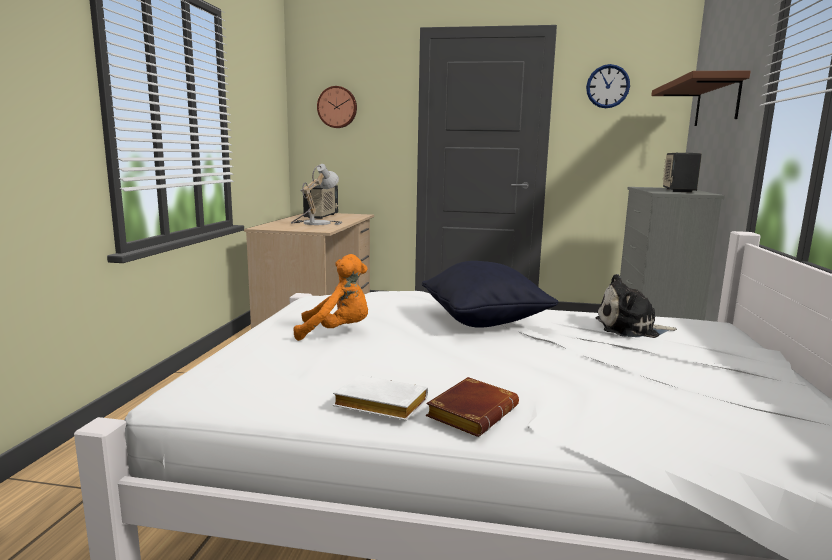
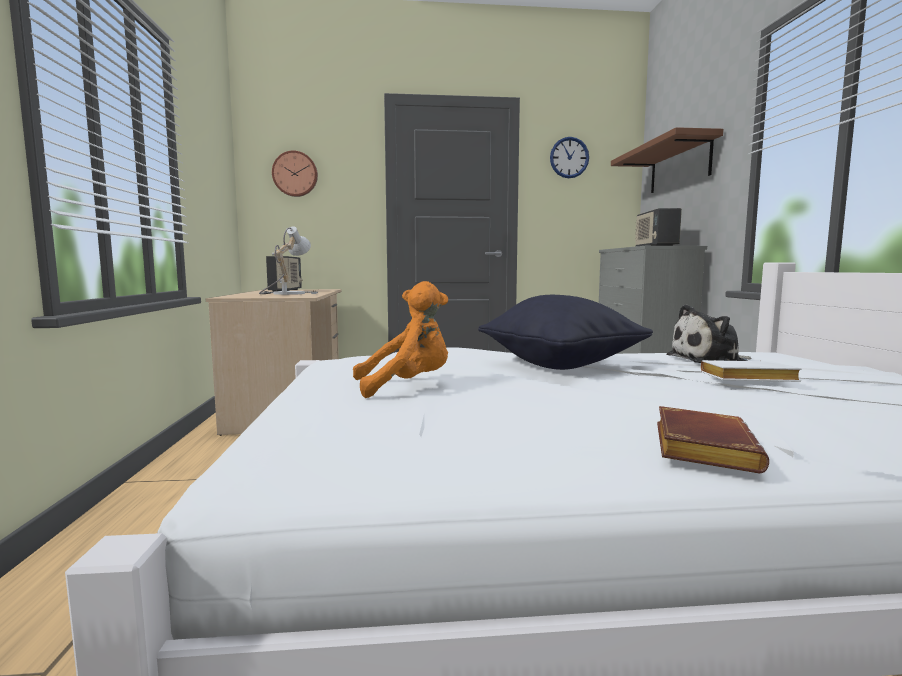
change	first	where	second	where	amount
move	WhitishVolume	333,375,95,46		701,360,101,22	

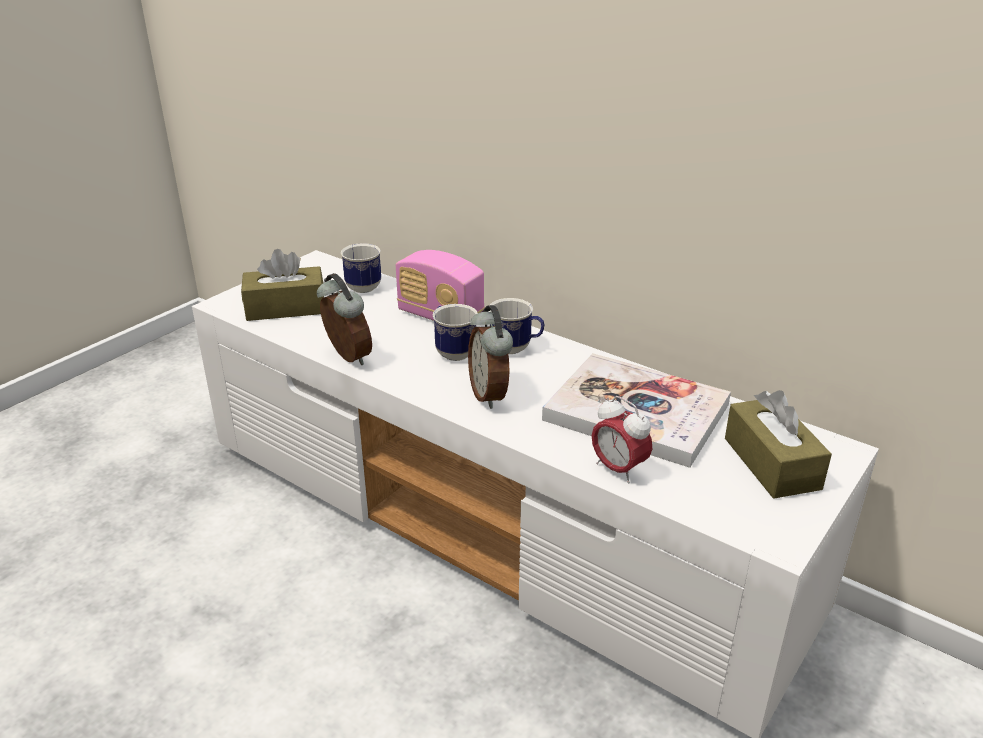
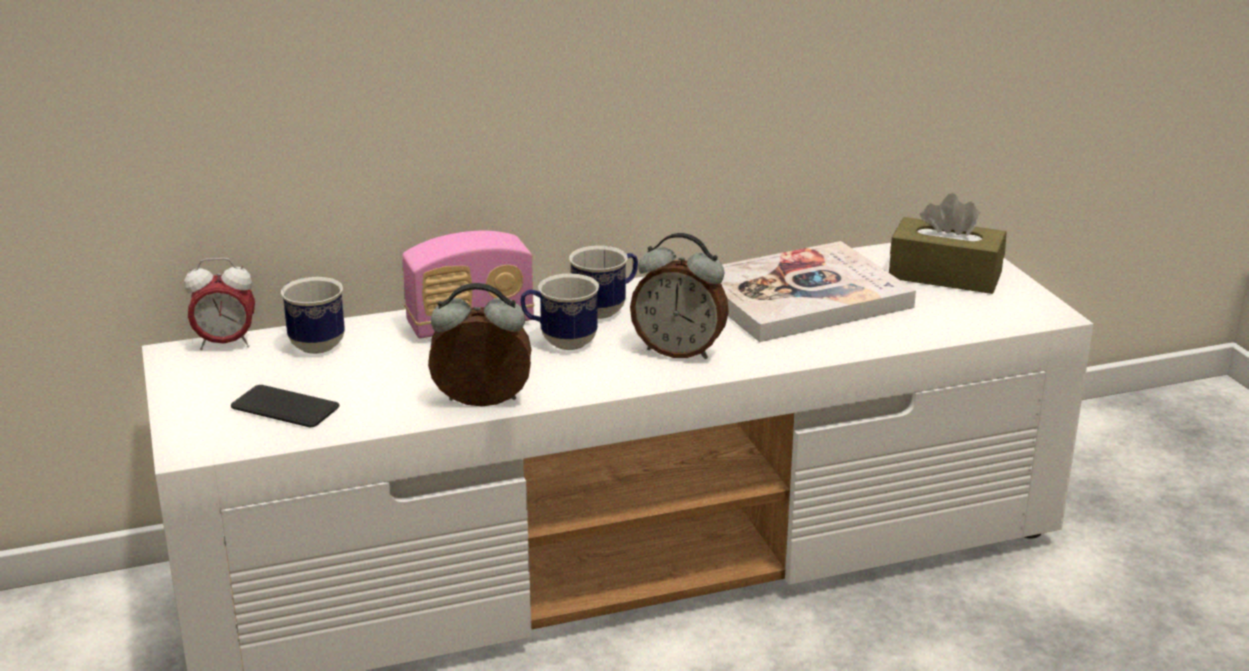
change	first	where	second	where	amount
replace	BrownishTissueBox	241,249,83,72	Telephone	231,385,108,42	
move	TableClock	592,396,60,88		184,258,71,92	

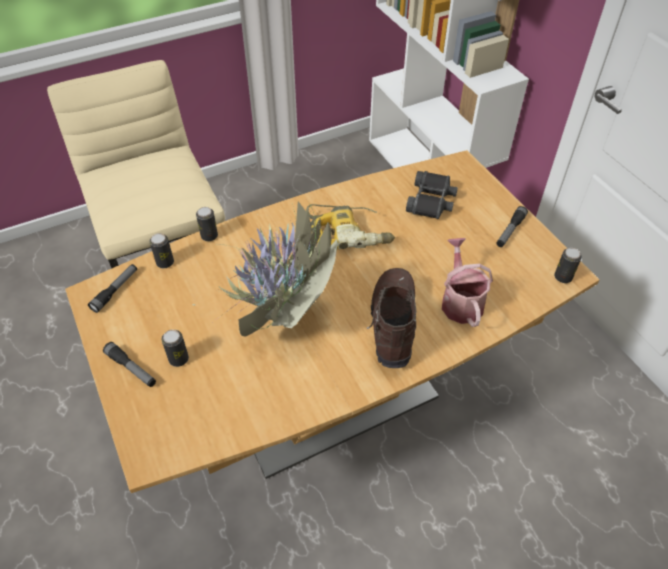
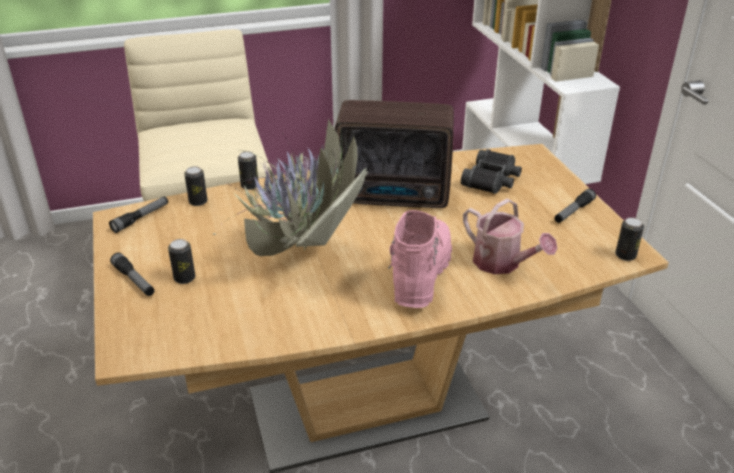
change	first	where	second	where	amount
replace	PowerDrill	306,204,89,46	RadioReceiver	335,100,119,108	
rotate	WateringPot	442,238,51,89		463,199,95,75	135 degrees clockwise
recolor	BrownishHighTopBoot	367,268,50,100	PinkHighTopBoot	388,210,64,98	

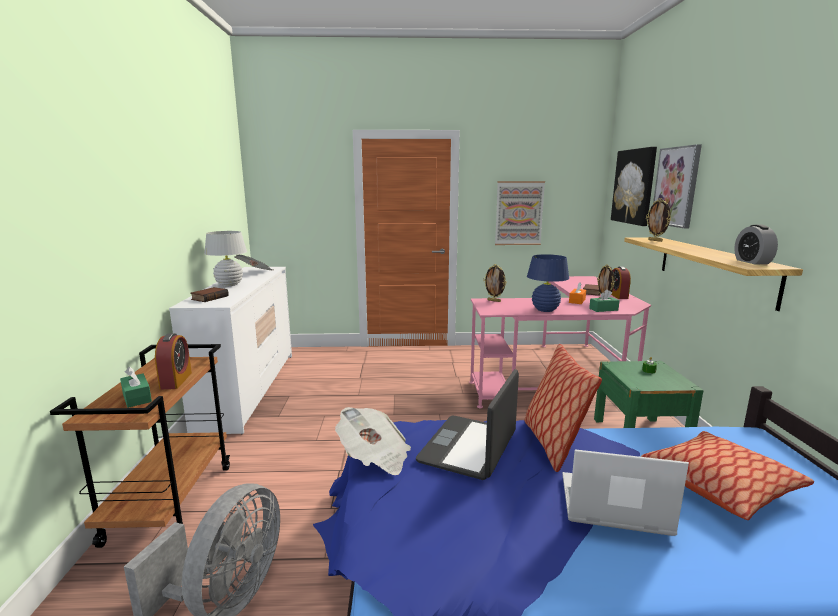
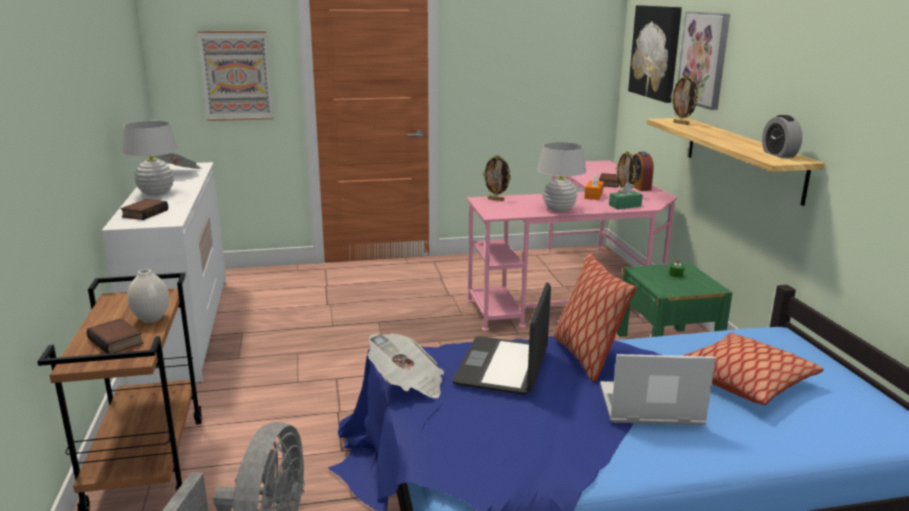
change	first	where	second	where	amount
move	Picture	495,181,50,64		198,31,75,90	
recolor	BlueColouredTableLamp	527,254,42,58	WhitishTableLamp	537,142,49,70	
replace	TableClock	155,333,37,57	WhitishVase	127,269,42,54	
replace	GreenColouredTissueBox	120,367,32,41	Volume	87,318,57,36	

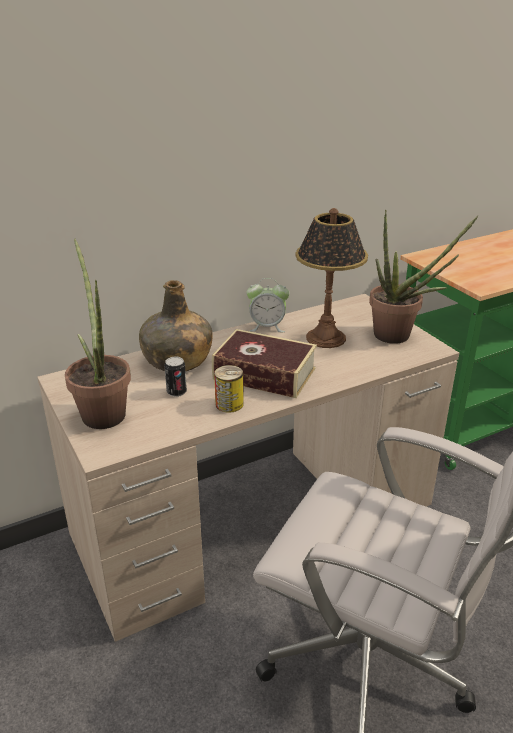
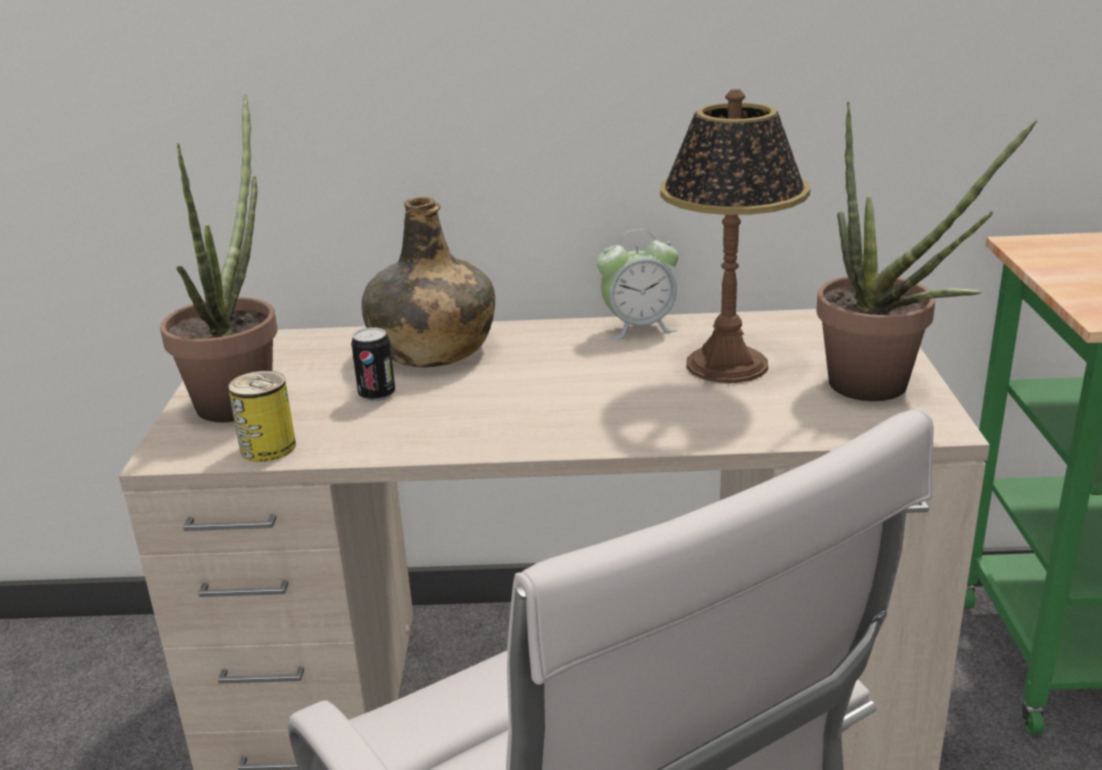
change	first	where	second	where	amount
rotate	TableClock	246,278,43,54		597,230,82,110	45 degrees counterclockwise
delete	Volume	212,329,105,69			
move	Can	214,365,30,48		228,371,68,91	

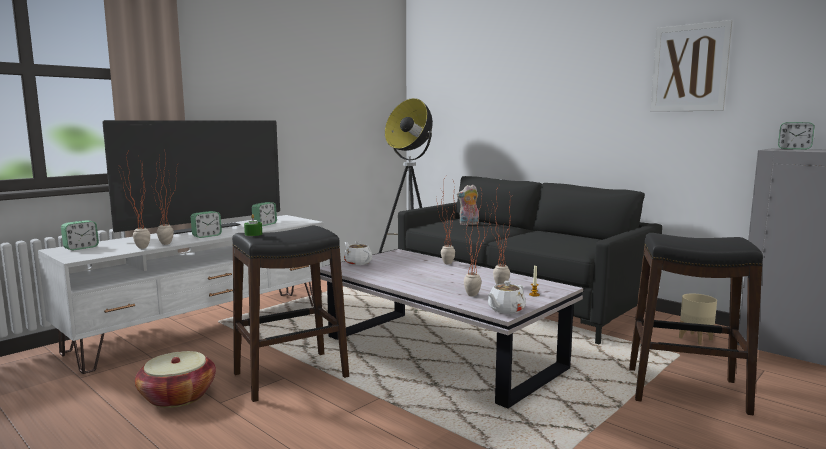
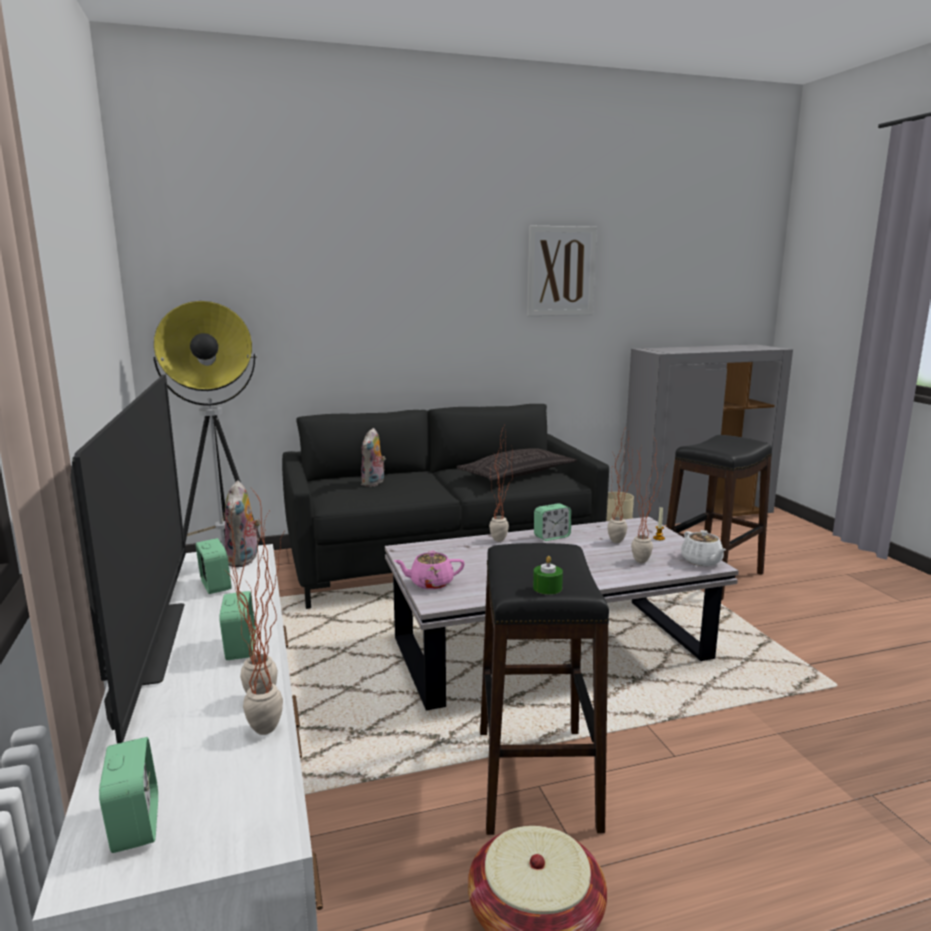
change	first	where	second	where	amount
move	TableClock	778,122,37,28		534,503,37,38	
recolor	WhitishTeapot	344,241,28,24	PinkTeapot	394,550,71,40	
insert			Cushion	456,448,121,33	
insert			PlushToy	224,480,37,87	

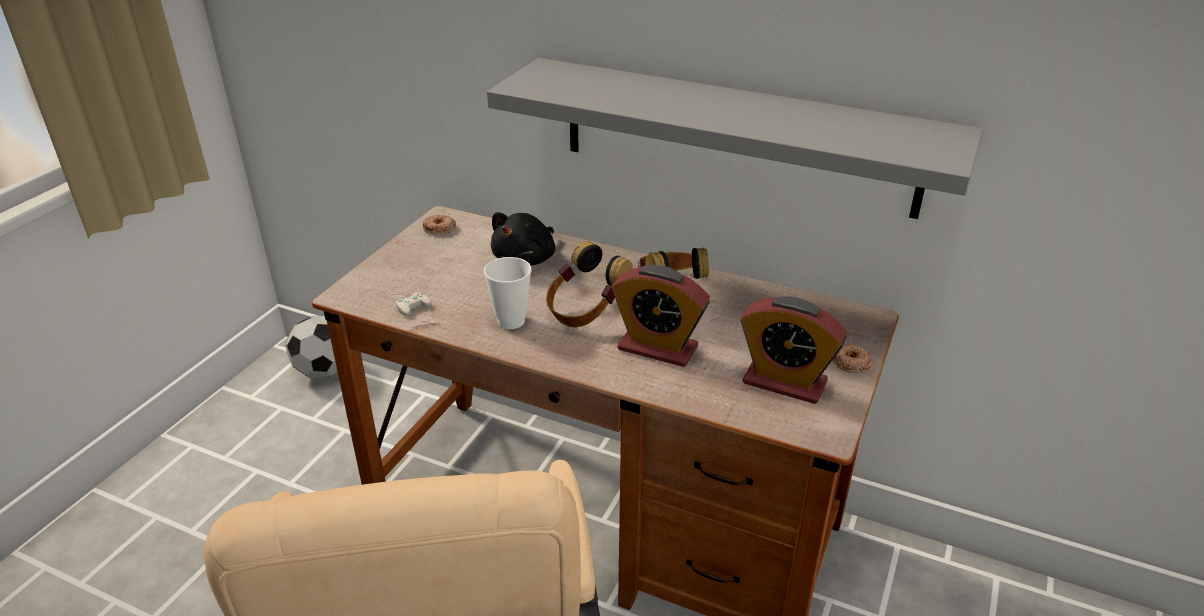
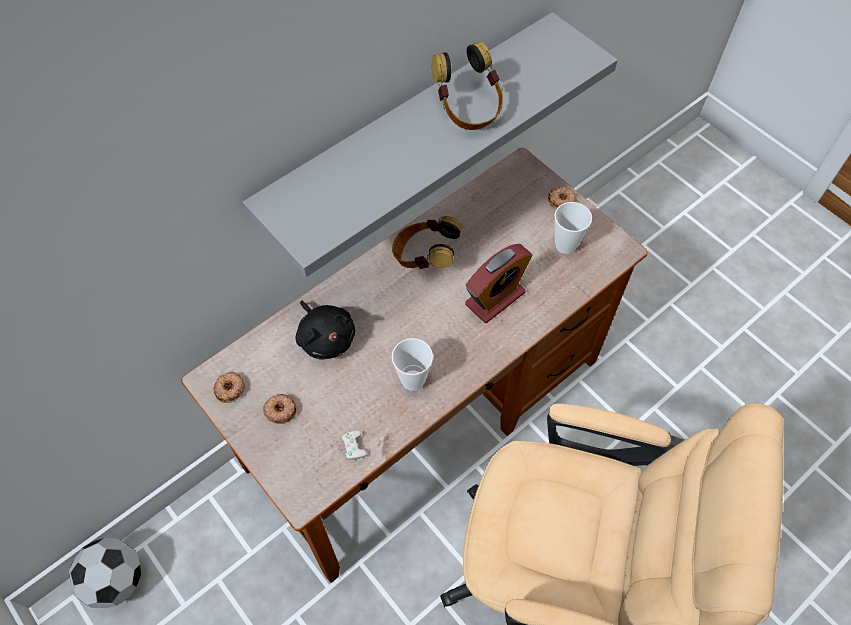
change	first	where	second	where	amount
move	PairOfHeadphones	546,241,87,86		432,42,71,88	
replace	TableClock	740,296,107,108	SmallCup	554,202,38,52	
insert			Donut	263,394,34,30	

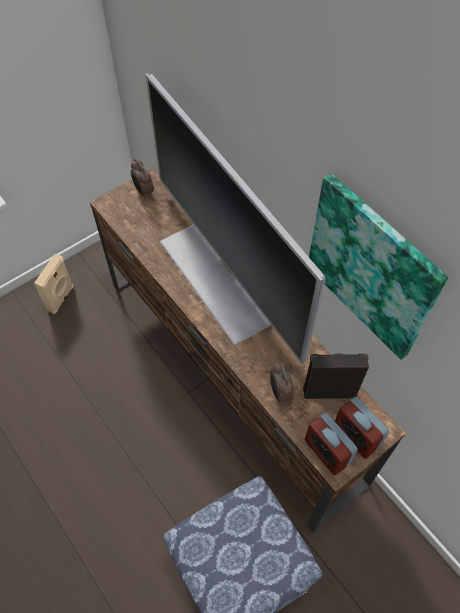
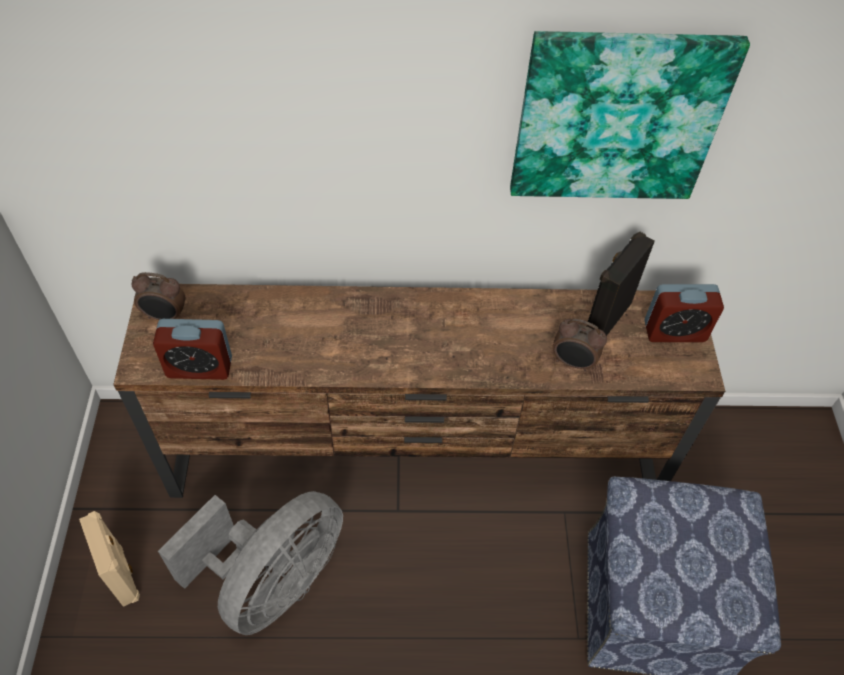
change	first	where	second	where	amount
delete	TvSet	145,73,181,292			
move	TableClock	305,413,53,62		153,319,79,61	
insert			GreyishFan	158,491,185,144	

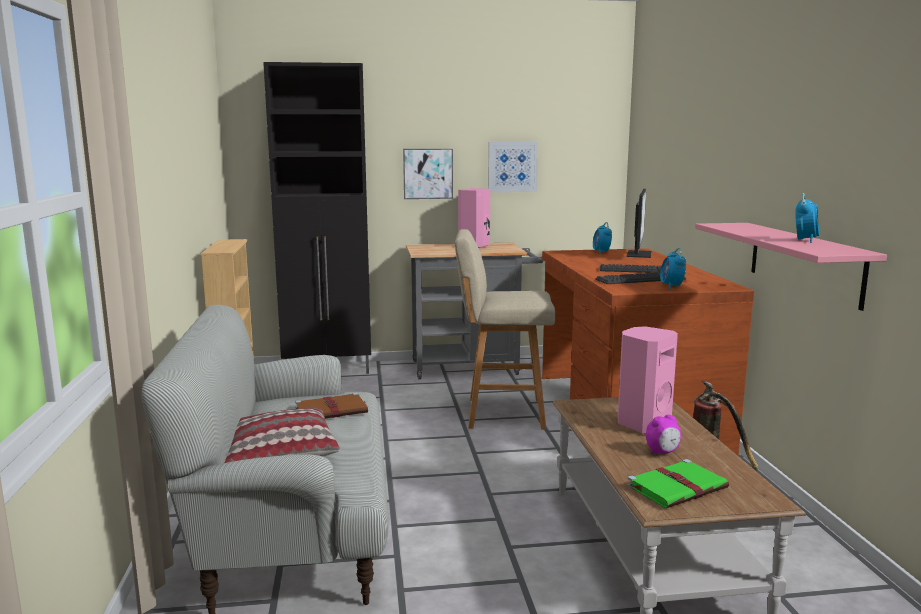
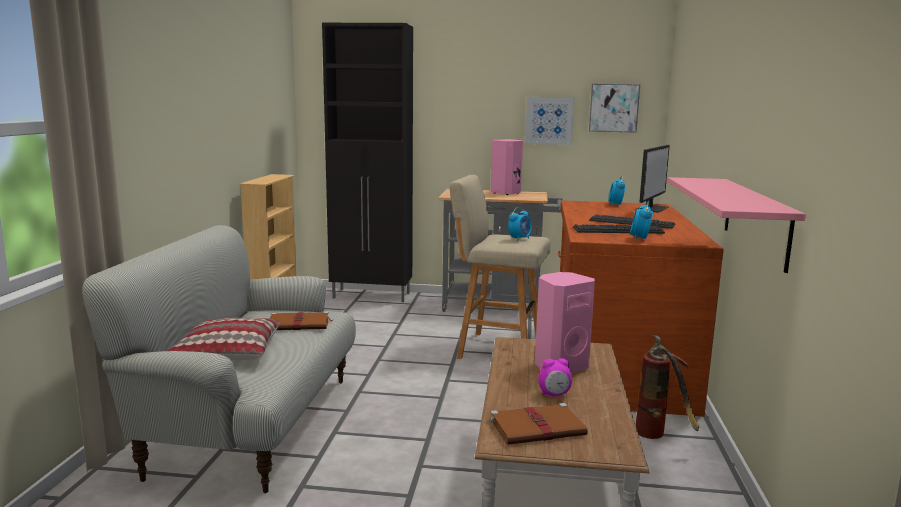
change	first	where	second	where	amount
move	Picture	403,149,50,50		589,84,51,49	
move	TableClock	795,193,24,50		508,207,24,34	
recolor	GreenColouredVolume	627,459,102,49	BrownishVolume	490,403,98,42	

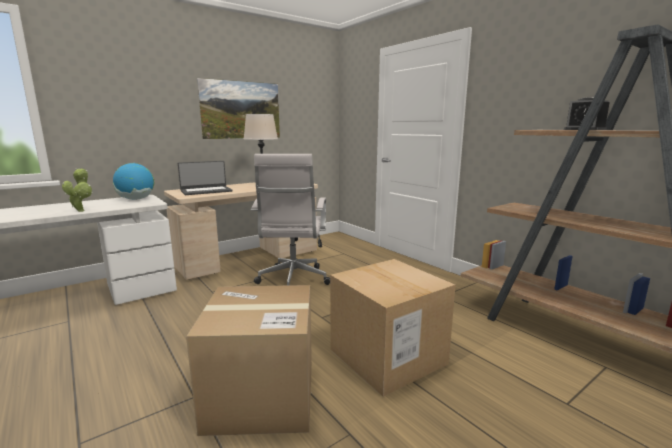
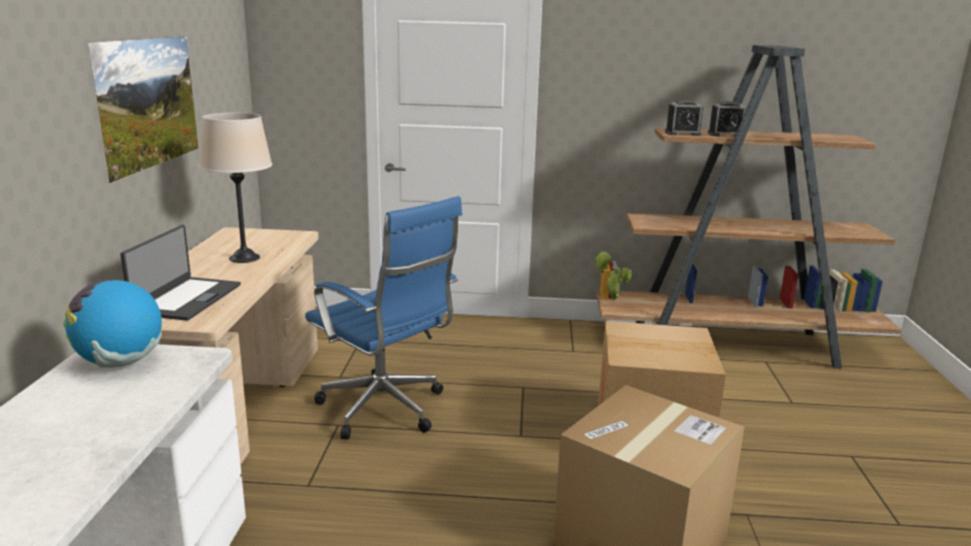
change	first	where	second	where	amount
recolor	WhitishOfficeChair	251,154,79,132	BlueColouredOfficeChair	305,196,157,244	
move	Houseplant	62,168,30,44		596,251,36,49	
insert			TableClock	665,100,38,36	

